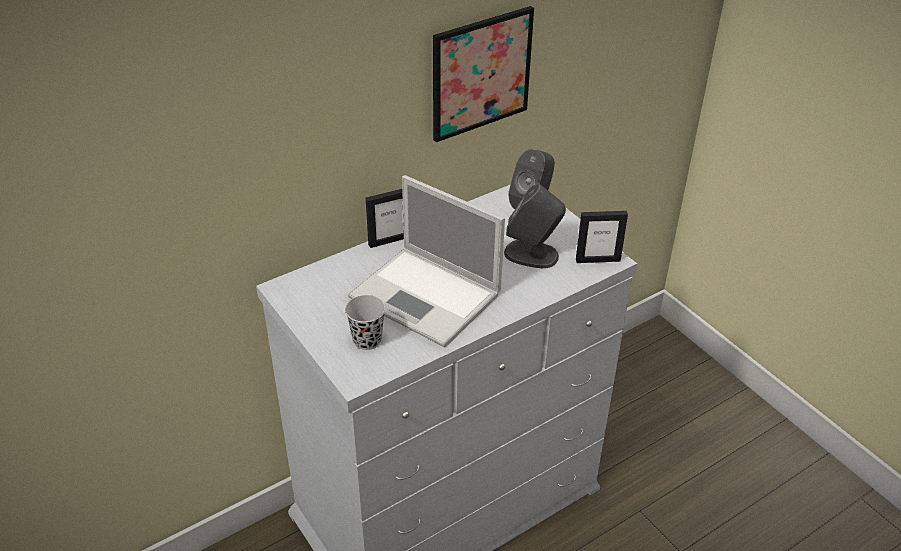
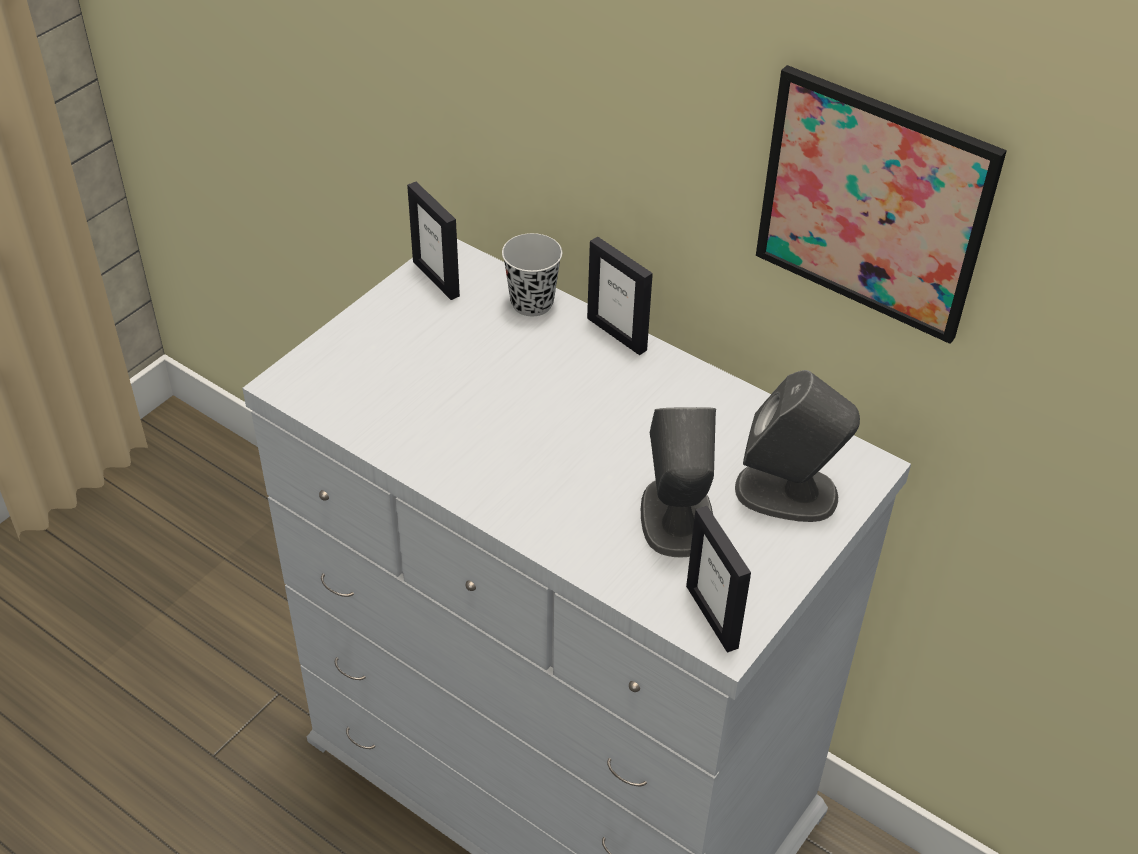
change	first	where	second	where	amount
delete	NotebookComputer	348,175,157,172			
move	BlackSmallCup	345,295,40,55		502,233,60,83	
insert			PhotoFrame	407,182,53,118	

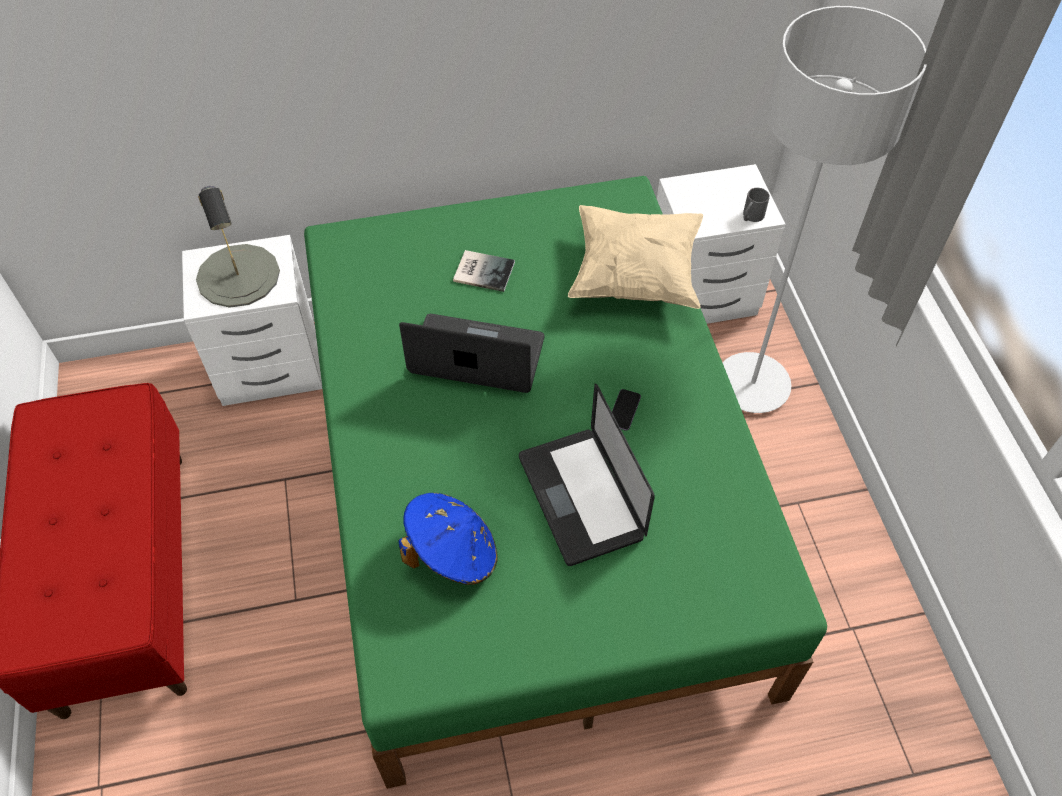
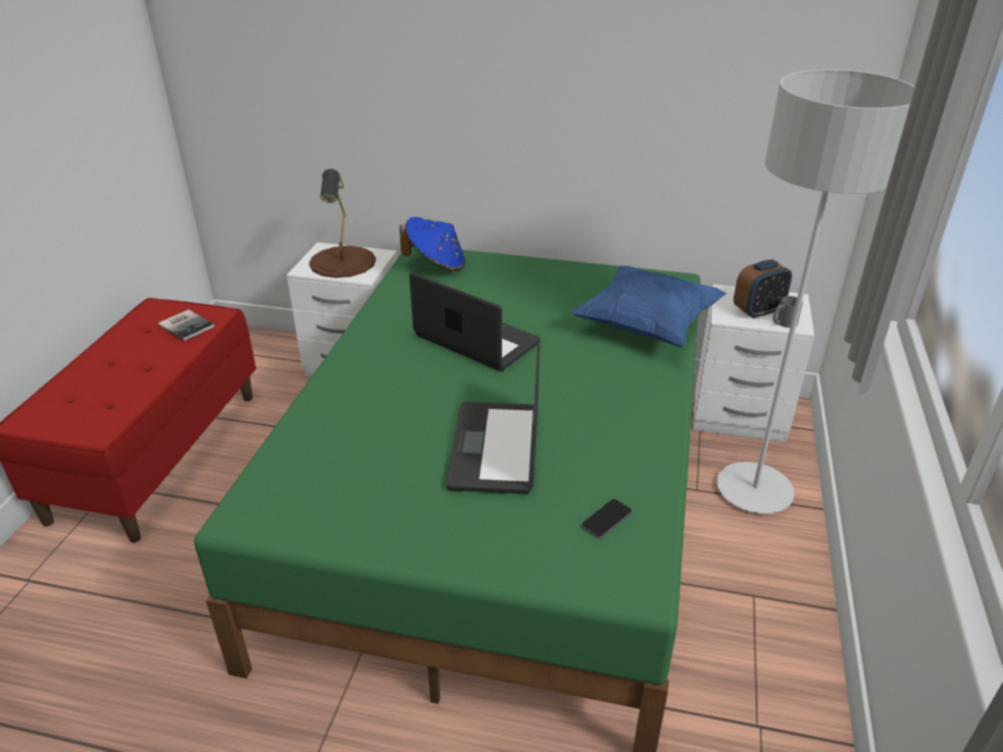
change	first	where	second	where	amount
recolor	GreyishTableLamp	196,186,84,122	BrownishTableLamp	309,169,67,109	
recolor	SandColouredCushion	568,205,135,104	BlueColouredCushion	571,266,155,81	
move	Volume	453,250,62,42		158,309,56,32	
move	Telephone	612,389,29,42		582,499,50,39	
move	BlueColouredClothingHat	399,493,98,92		400,217,66,54	
insert			TableClock	734,260,58,59	

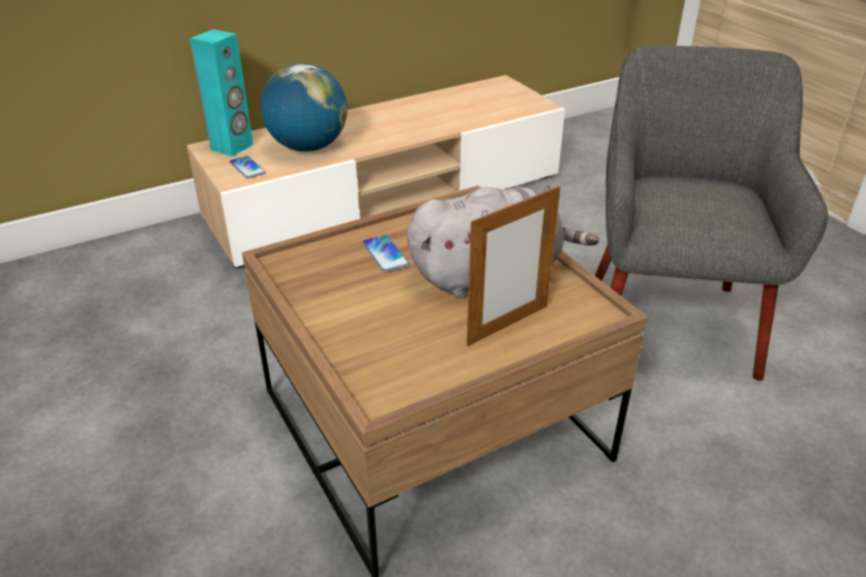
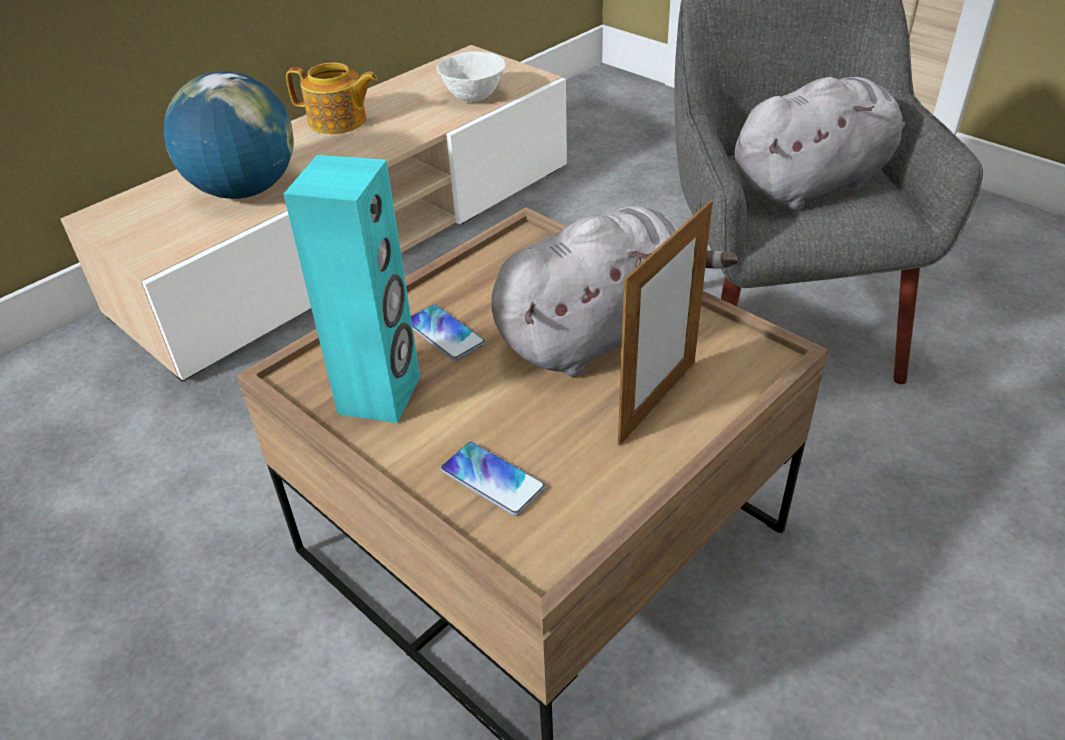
change	first	where	second	where	amount
move	TurquoiseColouredAudioSpeaker	190,29,63,127		283,155,137,268	
move	Telephone	230,156,36,23		441,442,105,74	
insert			WhitishBowl	436,51,70,51	
insert			Teapot	286,63,91,71	
insert			GreyishPlushToy	735,77,172,133	

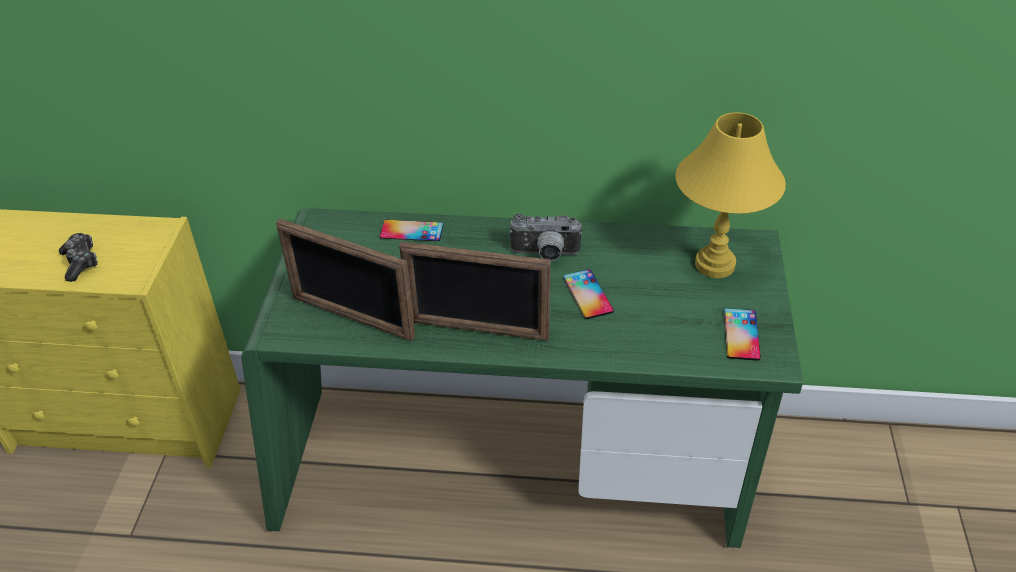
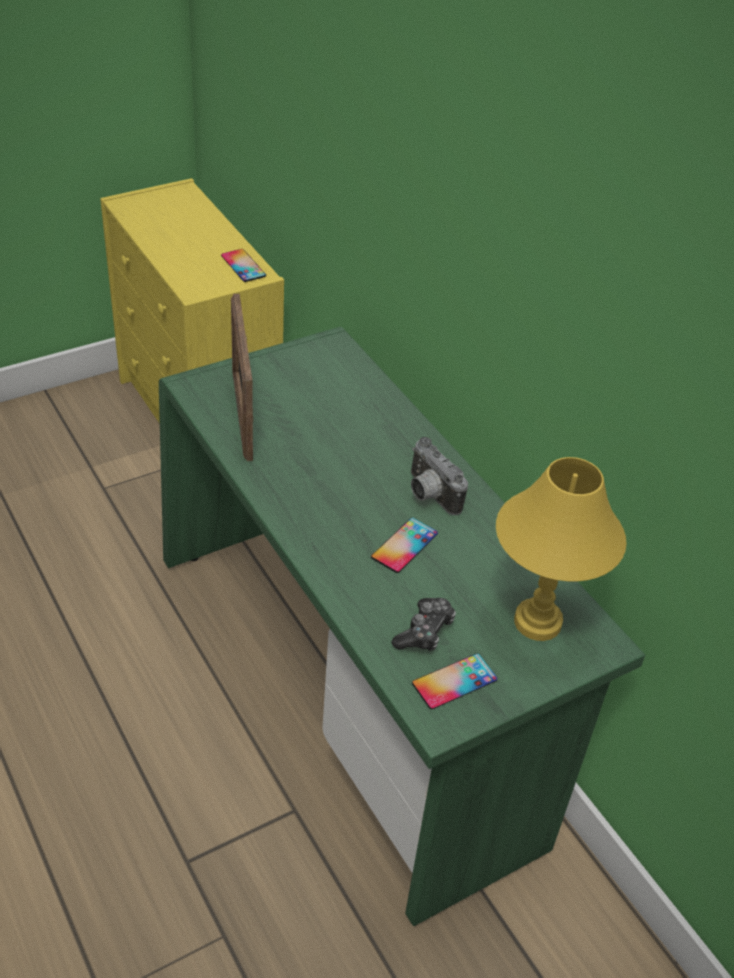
change	first	where	second	where	amount
move	Telephone	380,220,63,21		221,249,45,33	
move	Gamepad	59,233,39,49		391,598,65,53	
delete	PhotoFrame	399,242,152,99			

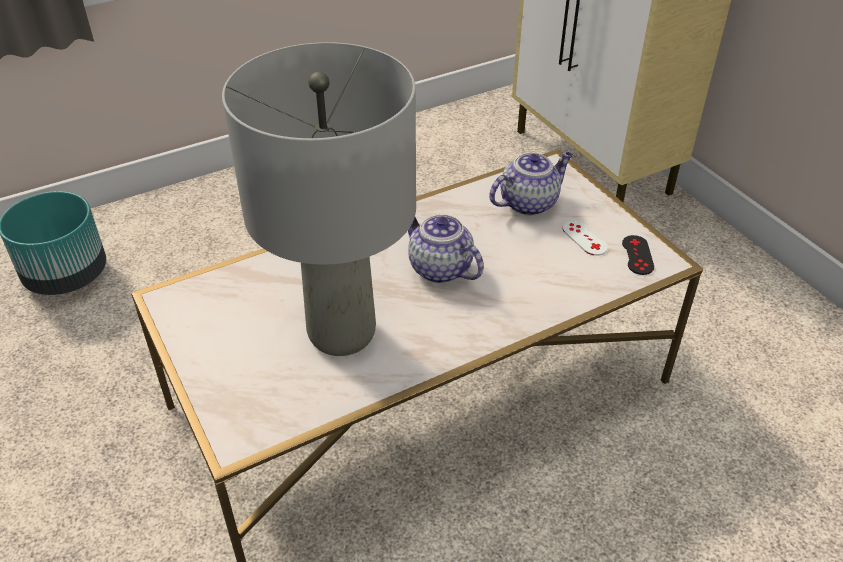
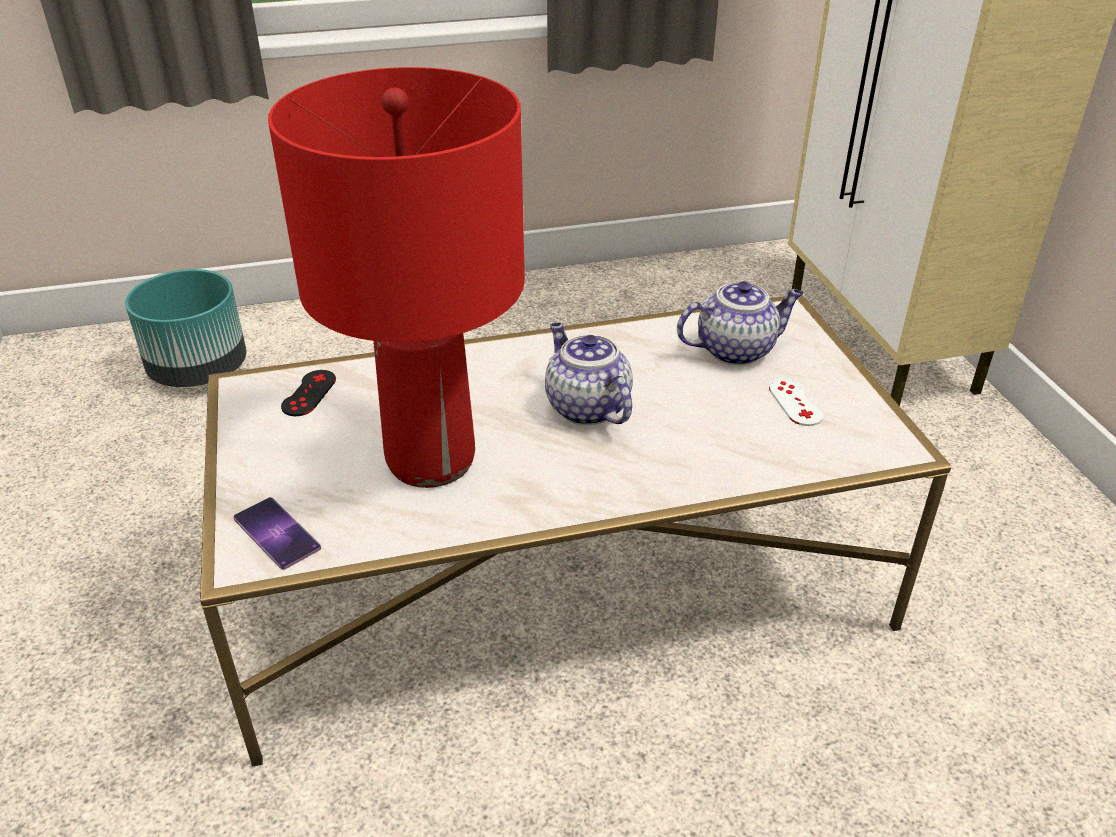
change	first	where	second	where	amount
recolor	GreyishTableLamp	222,42,194,314	ReddishTableLamp	268,67,257,421	
move	BlackGamepad	622,235,32,40		281,370,55,46	
insert			Telephone	233,497,88,73	

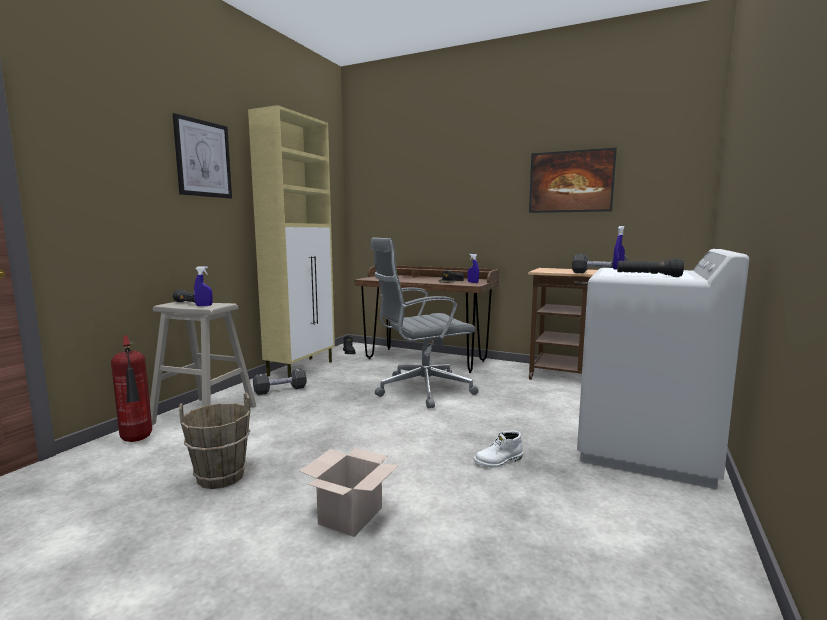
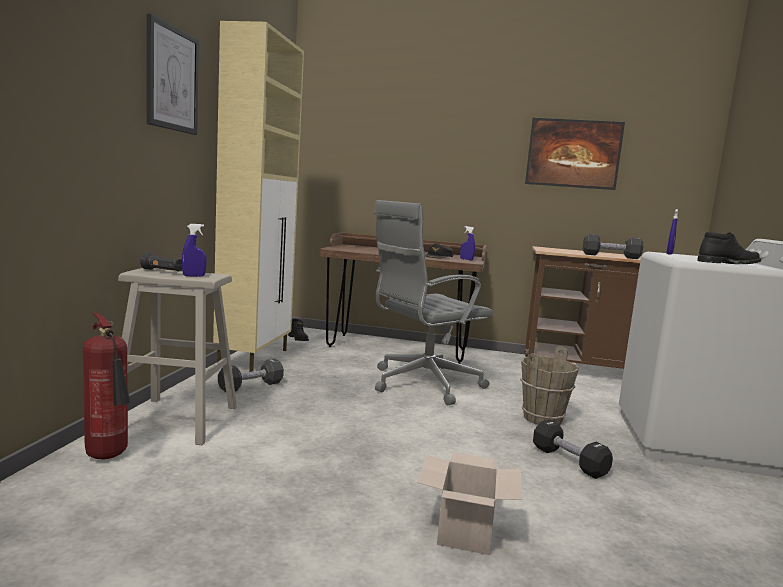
change	first	where	second	where	amount
replace	BlackTorch	617,258,67,19	BlackHighTopBoot	697,232,64,32	
move	BrownishWaterBucket	179,393,72,96		520,346,59,79	
replace	WhitishHighTopBoot	474,431,49,37	BlackFreeWeight	533,420,80,59	

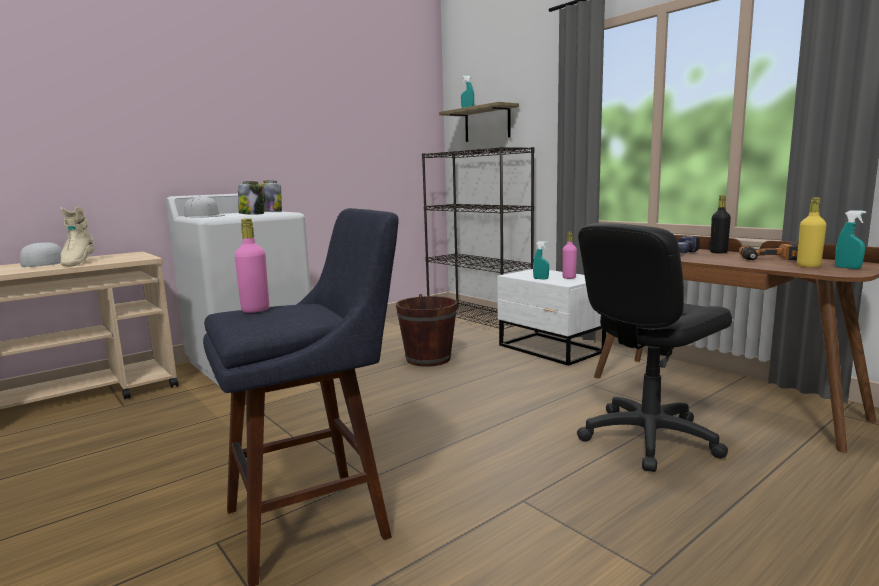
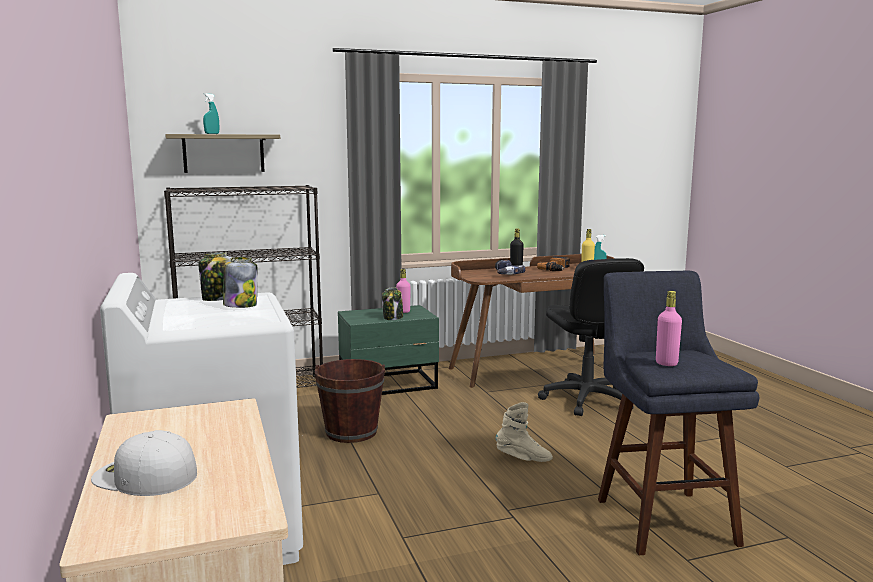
change	first	where	second	where	amount
delete	WhitishBaseballCap	184,196,41,22			
move	SandColouredHighTopBoot	61,207,34,59		496,402,57,60	
replace	TurquoiseColouredSprayBottle	533,241,16,38	Jar	382,287,21,33	
recolor	WhitishBedsideTable	497,269,109,97	GreenColouredBedsideTable	338,305,101,90	

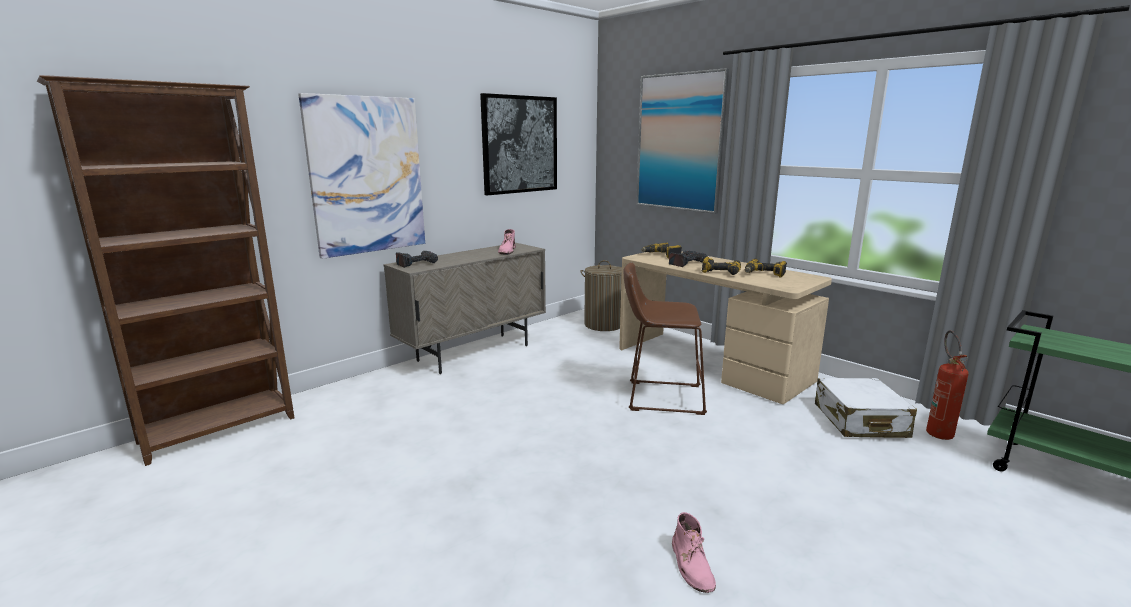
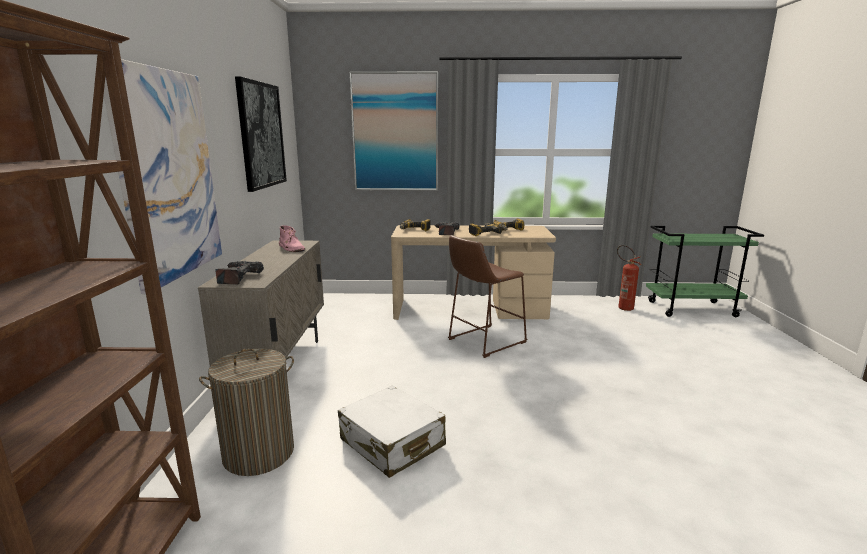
change	first	where	second	where	amount
move	WashingBasket	581,260,41,71		199,348,95,128	
move	WhitishSuitcase	815,378,102,60		338,385,108,93	
delete	PinkHighTopBoot	672,512,44,81			

